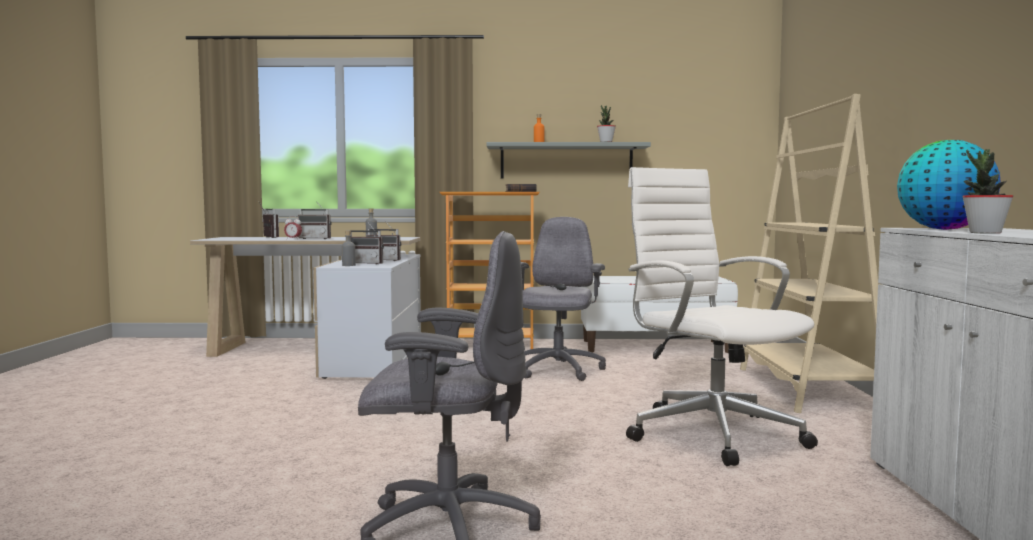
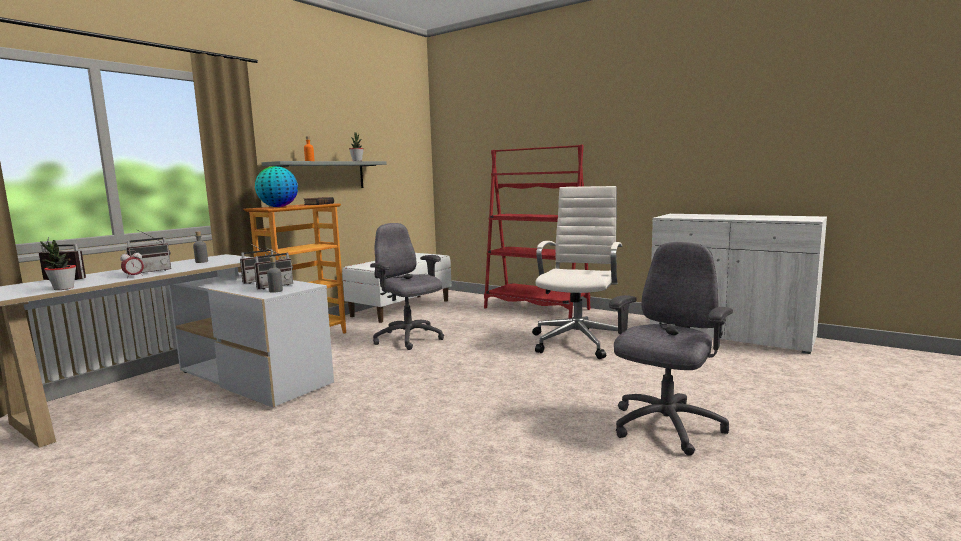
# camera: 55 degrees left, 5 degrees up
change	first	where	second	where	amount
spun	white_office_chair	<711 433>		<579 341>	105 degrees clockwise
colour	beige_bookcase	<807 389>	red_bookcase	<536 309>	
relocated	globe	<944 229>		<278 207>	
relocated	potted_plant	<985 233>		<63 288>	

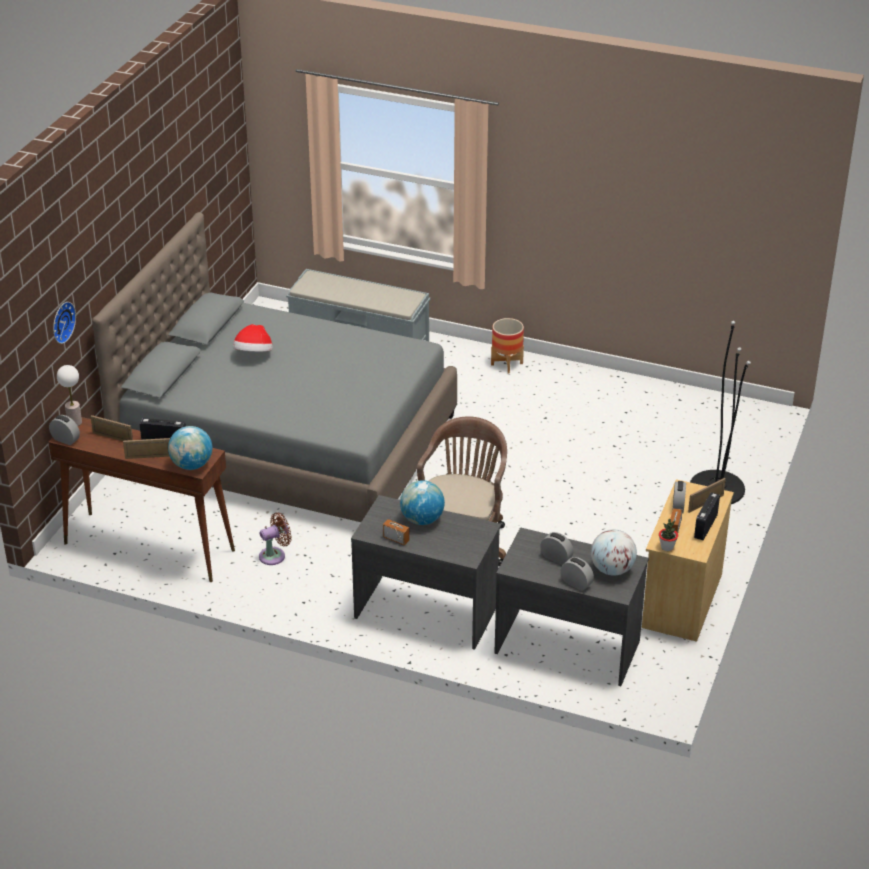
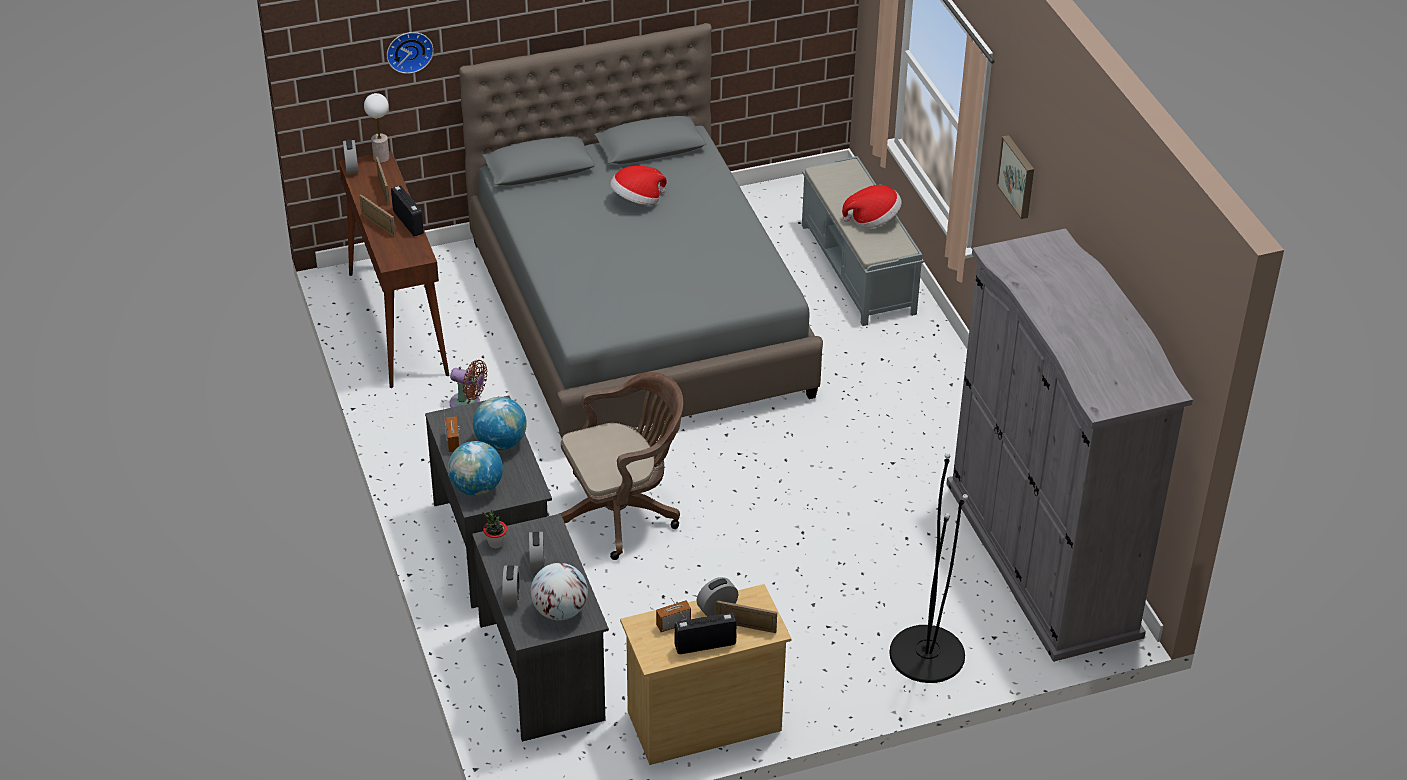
# camera: 50 degrees right, 5 degrees up
change	first	where	second	where	amount
relocated	globe	<192 465>		<476 488>	
missing	planter	<507 364>			
relocated	potted_plant	<667 547>		<496 543>	
appeared			hat	<873 220>	
appeared			grey_wardrobe	<1042 558>	
appeared			picture	<1018 176>	

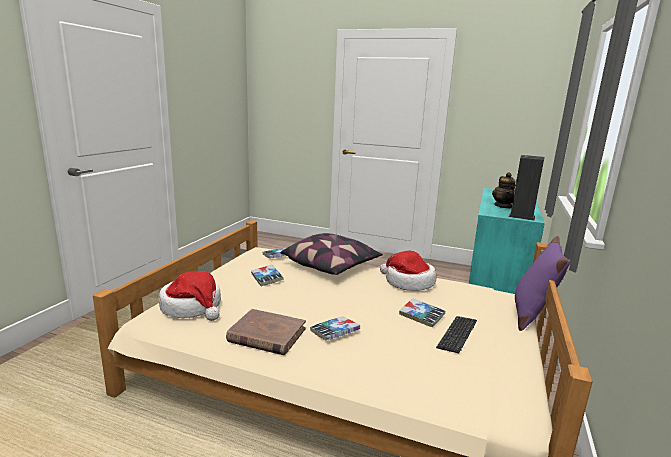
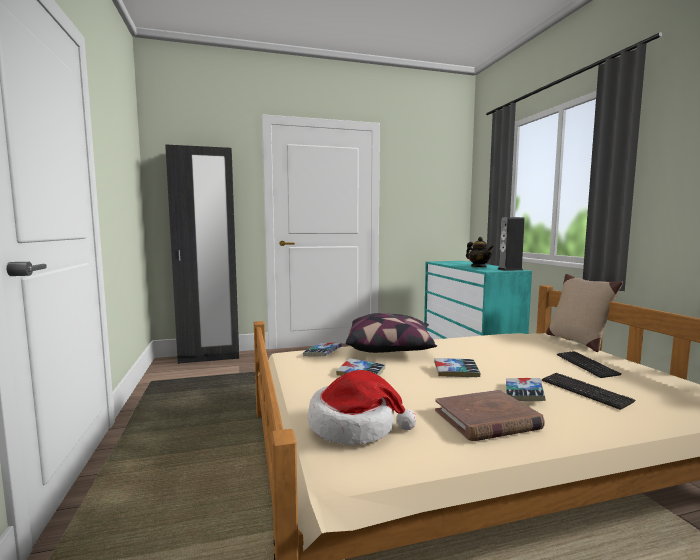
# camera: 35 degrees left, 10 degrees down
change	first	where	second	where	amount
missing	hat	<408 282>			
relocated	book	<421 316>		<456 372>	
colour	purple_pillow	<531 315>	beige_pillow	<577 341>	
appeared			black_wardrobe	<209 357>	
appeared			keyboard	<584 391>	

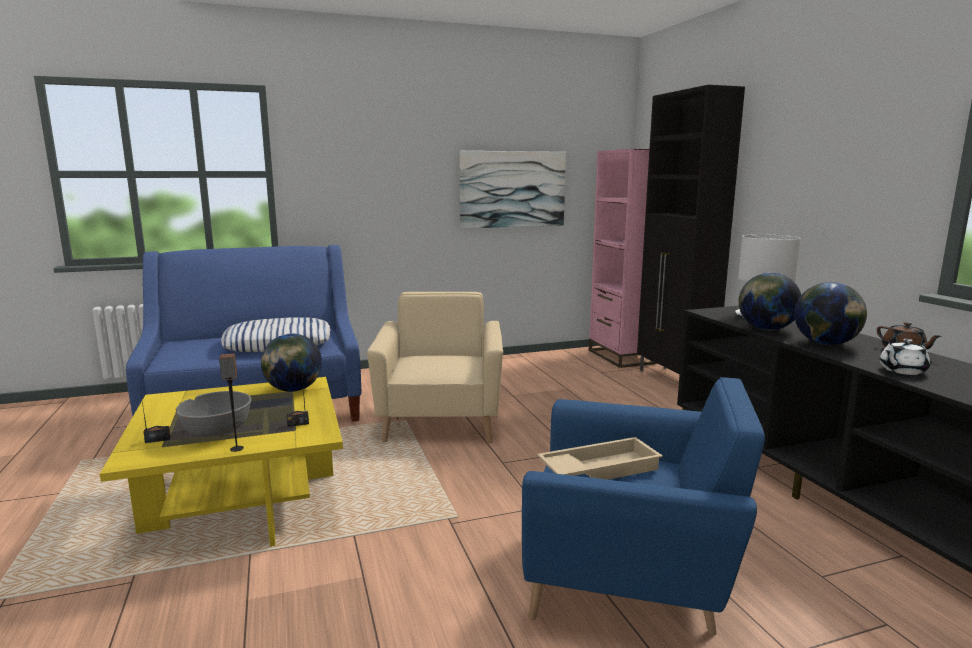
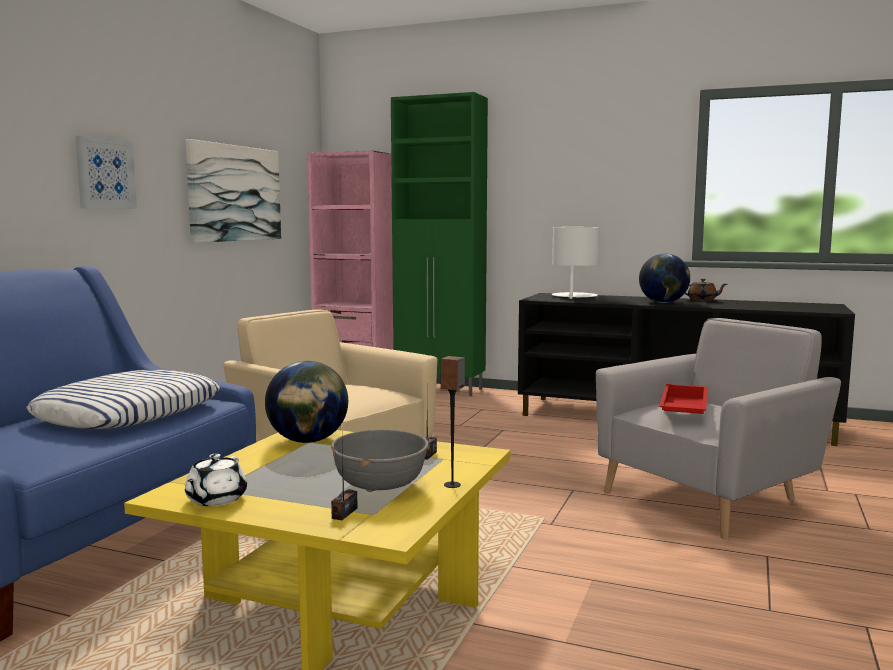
# camera: 50 degrees left, 5 degrees down
change	first	where	second	where	amount
colour	blue_armchair	<630 578>	grey_armchair	<709 497>	
colour	beige_tray	<599 468>	red_tray	<682 409>	
colour	black_cabinet	<674 380>	green_cabinet	<440 389>	
missing	globe	<766 329>			
relocated	white_teapot	<901 371>		<215 500>	
appeared			picture	<105 174>	

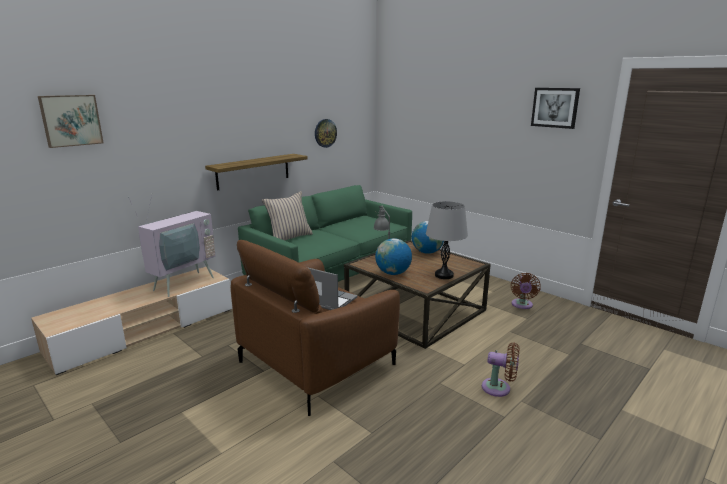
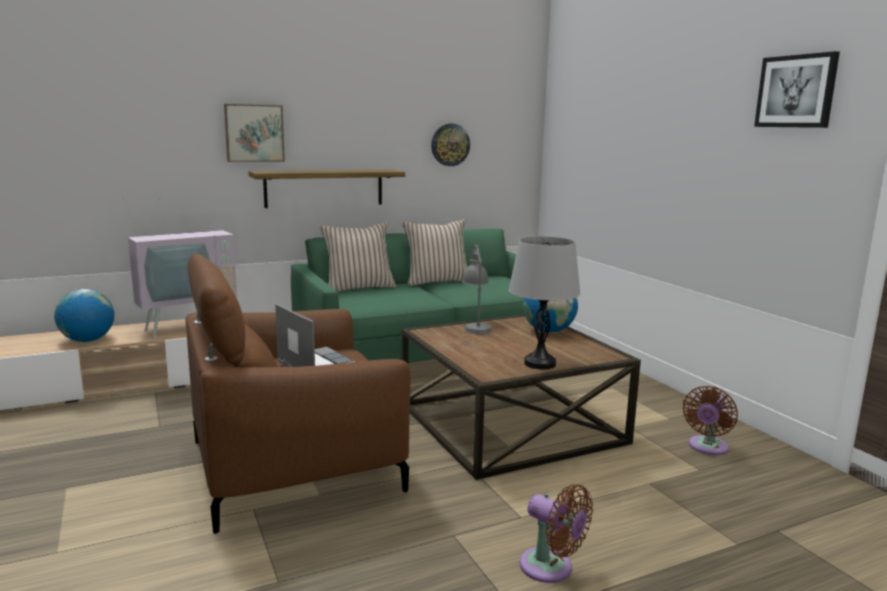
# camera: 20 degrees right, 5 degrees down
change	first	where	second	where	amount
relocated	picture	<71 120>		<254 133>	
relocated	globe	<393 273>		<87 340>	
appeared			beige_pillow	<437 281>	

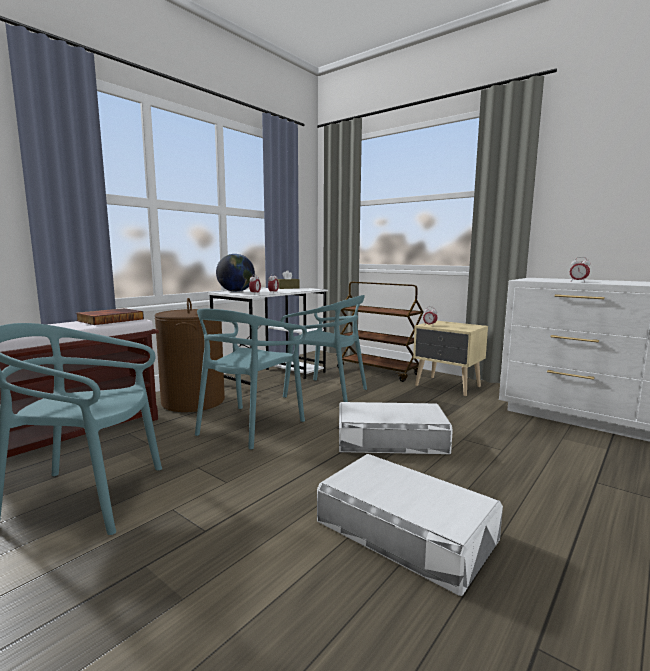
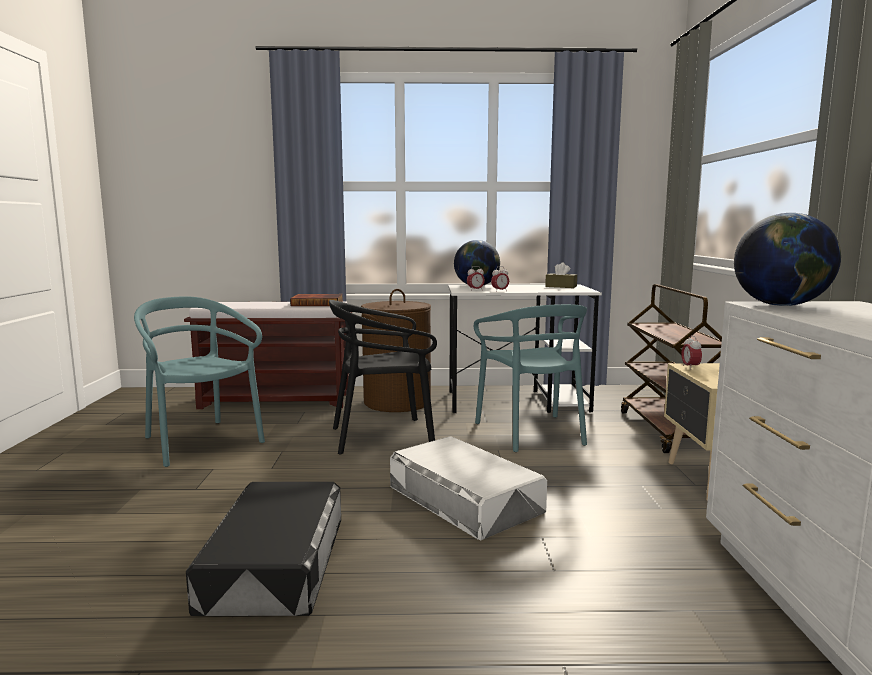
# camera: 50 degrees right, 0 degrees up
change	first	where	second	where	amount
colour	turquoise_chair	<249 426>	black_chair	<383 437>	
colour	white_storage_box	<404 530>	black_storage_box	<274 560>	
missing	alarm_clock	<578 281>			
appeared			globe	<781 305>	

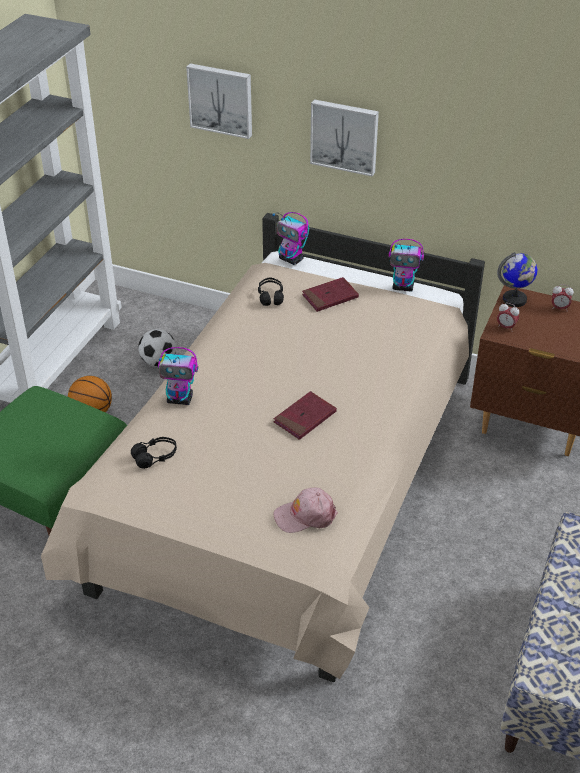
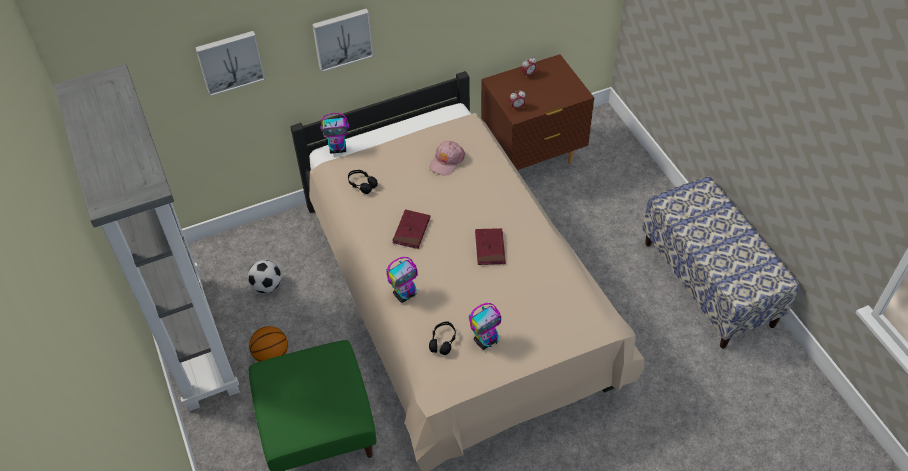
# camera: 45 degrees left, 10 degrees up
change	first	where	second	where	amount
relocated	pink_cap	<305 515>		<446 161>	
relocated	red_book	<330 297>		<411 230>	
relocated	toy_robot	<403 287>		<486 340>	
missing	globe	<514 300>			

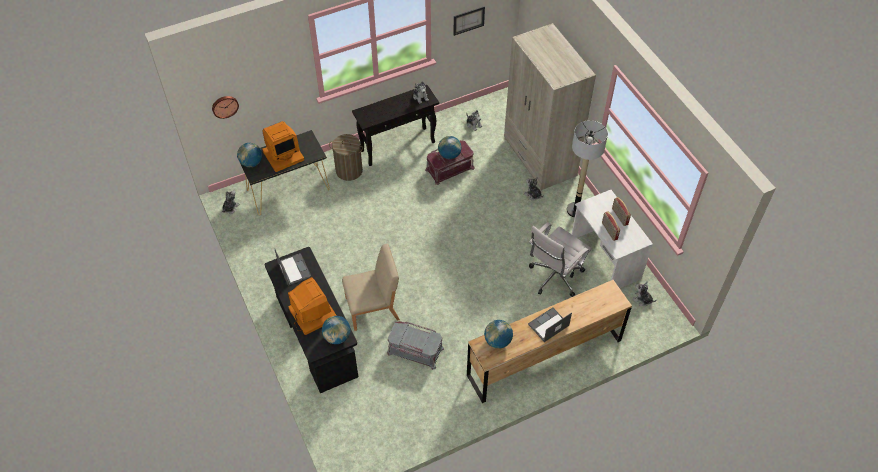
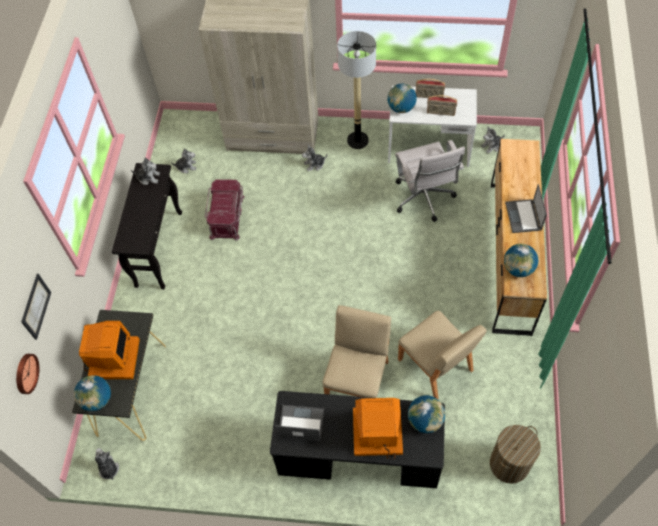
# camera: 55 degrees left, 5 degrees up
change	first	where	second	where	amount
relocated	laundry_basket	<349 170>		<509 464>	
exchanged	grey_storage_box	<415 351>	beige_chair	<435 366>	
relocated	globe	<449 155>		<401 108>	
relocated	picture	<468 20>		<35 306>	

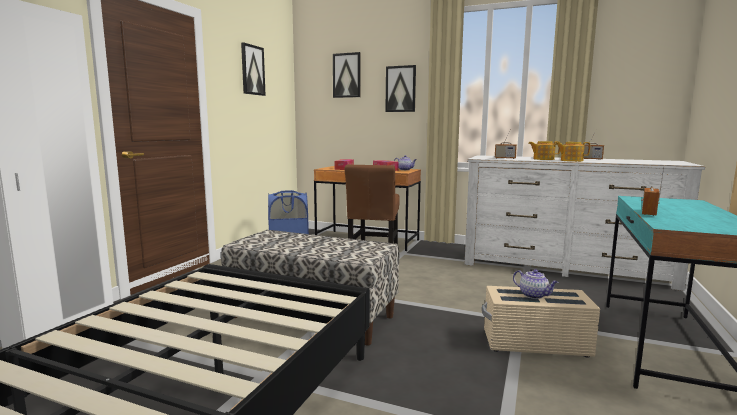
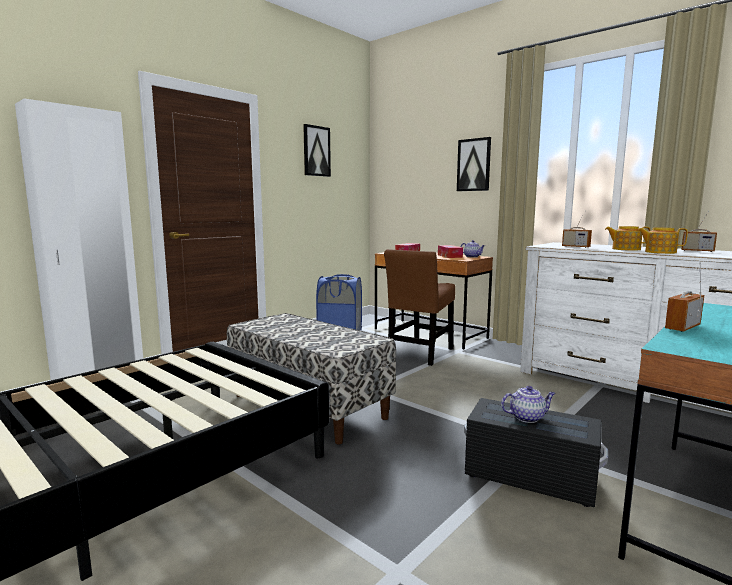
# camera: 20 degrees right, 0 degrees up
change	first	where	second	where	amount
missing	picture	<347 75>			
colour	beige_storage_box	<535 344>	black_storage_box	<529 477>	
spun	teapot	<534 295>		<527 417>	75 degrees counterclockwise

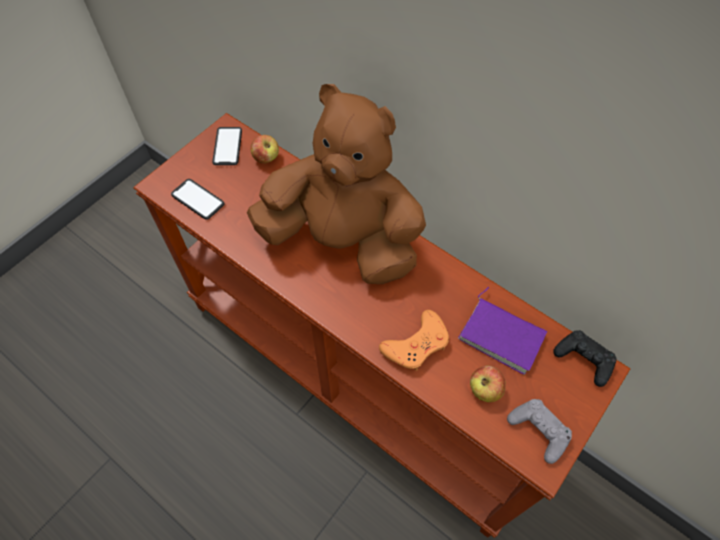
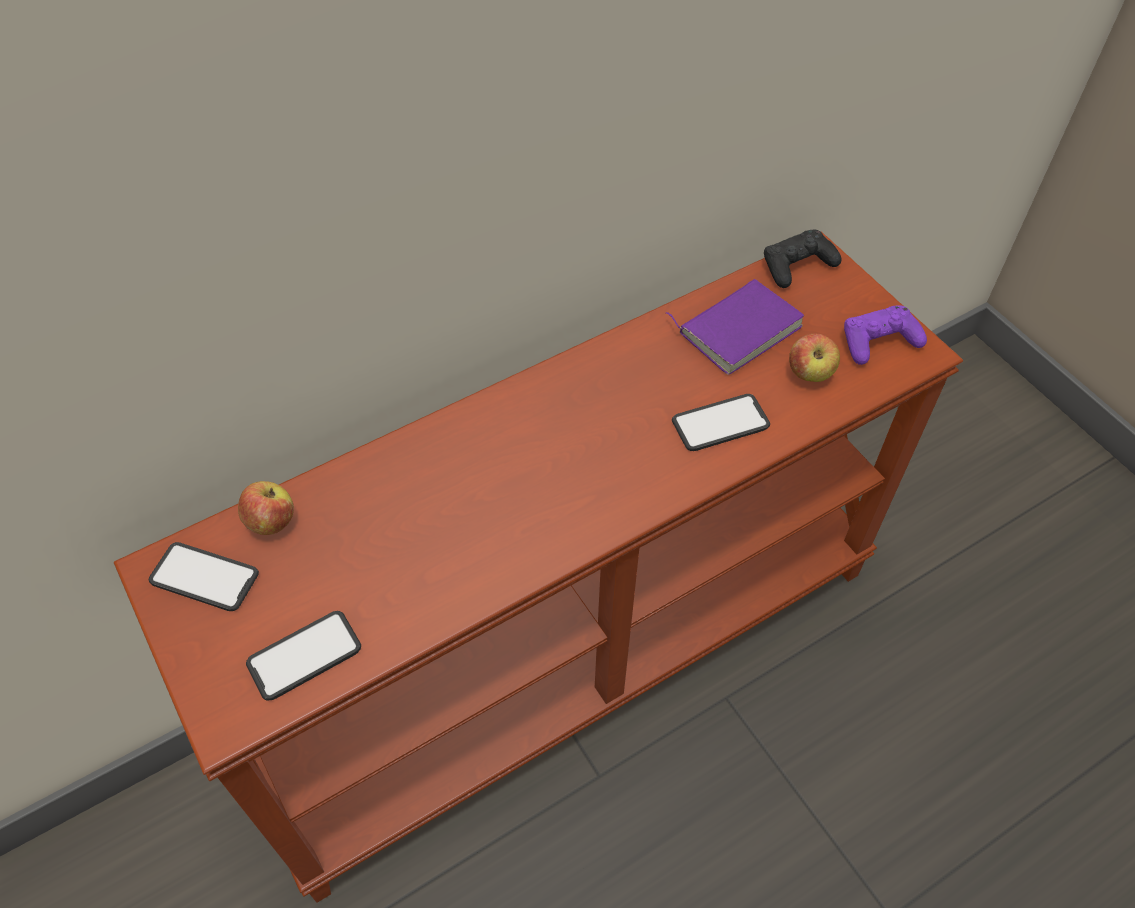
# camera: 70 degrees left, 5 degrees down
change	first	where	second	where	amount
missing	brown_plush_toy	<343 241>			
exchanged	orange_game_controller	<416 344>	phone	<720 423>	
colour	grey_game_controller	<538 430>	purple_game_controller	<879 341>	

